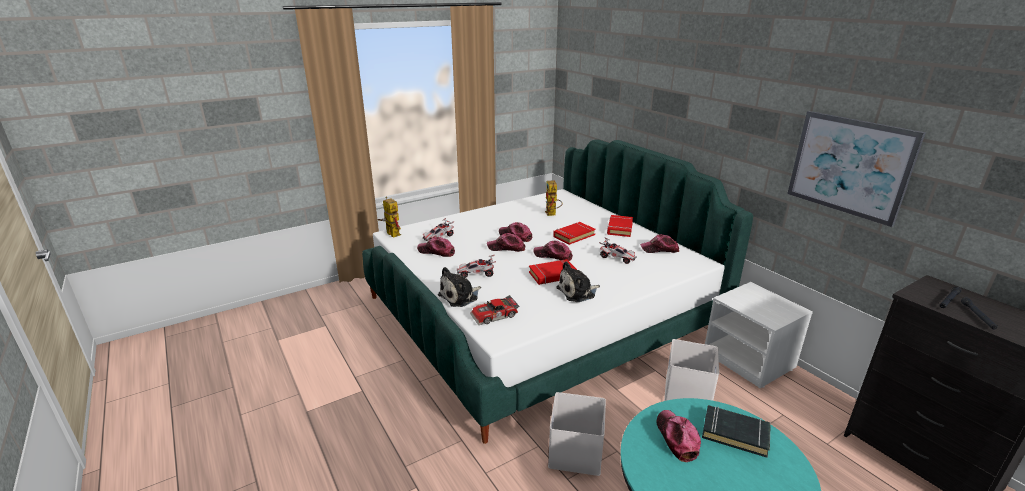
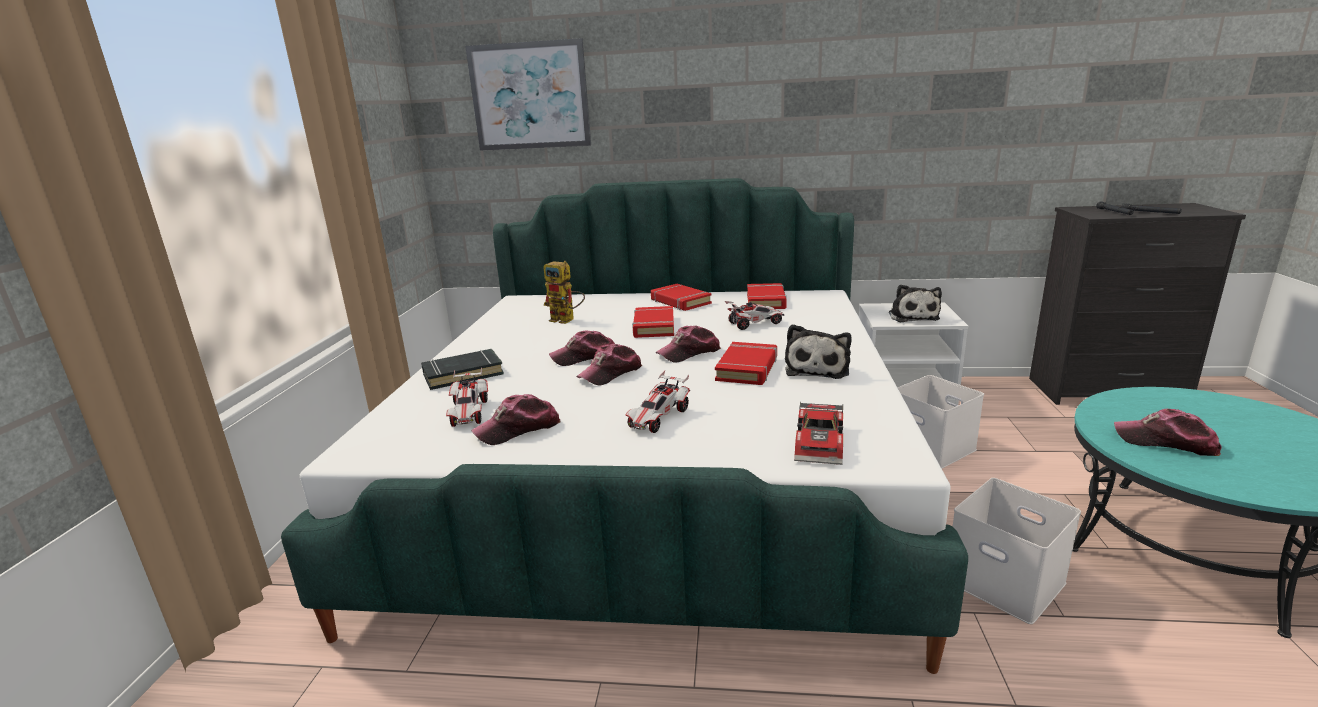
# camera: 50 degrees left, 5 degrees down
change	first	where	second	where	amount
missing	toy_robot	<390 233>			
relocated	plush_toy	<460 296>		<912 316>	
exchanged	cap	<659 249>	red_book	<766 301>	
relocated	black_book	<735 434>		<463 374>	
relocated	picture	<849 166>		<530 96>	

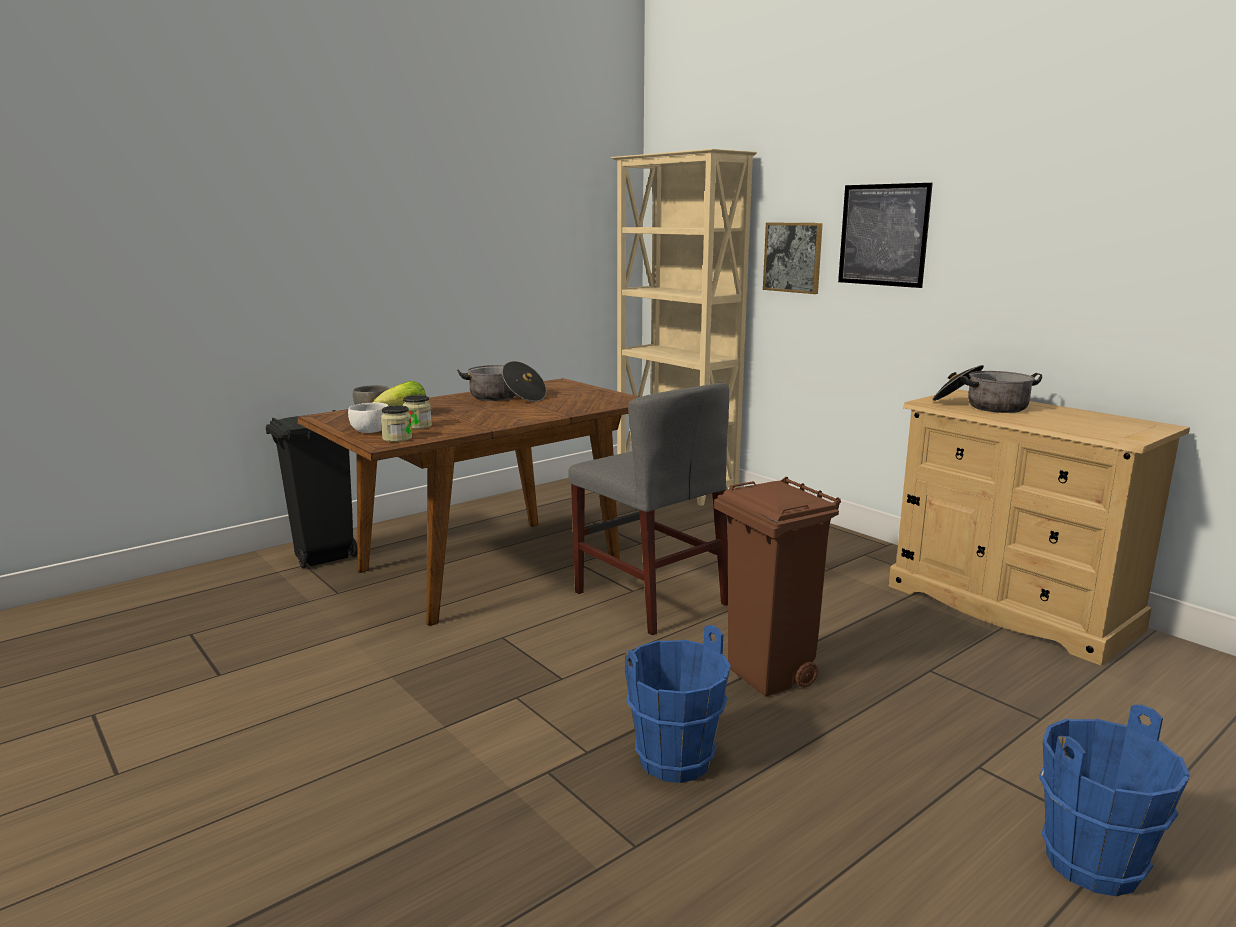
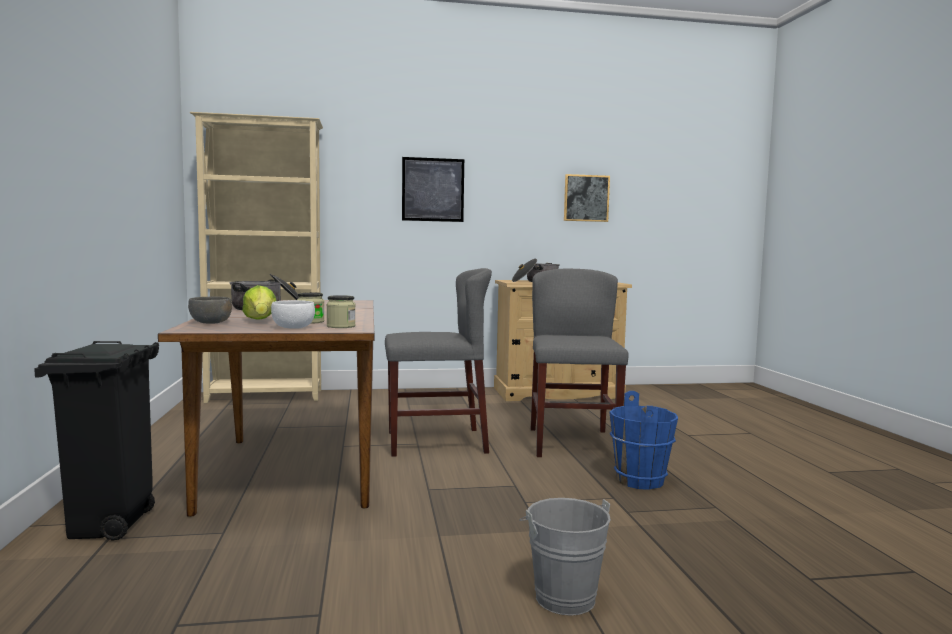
# camera: 60 degrees left, 10 degrees down
change	first	where	second	where	amount
exchanged	brown_trash_can	<769 676>	grey_chair	<572 443>	
relocated	picture	<793 257>		<586 198>	
missing	blue_bucket	<1093 864>			
appeared			grey_bucket	<561 594>	

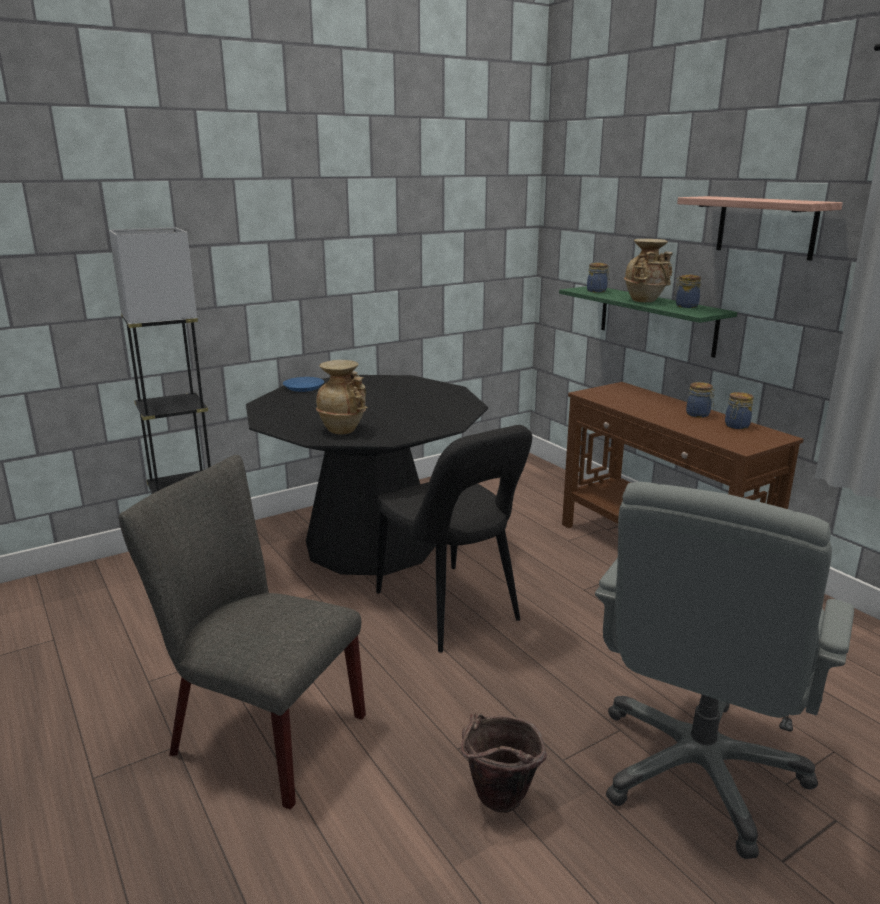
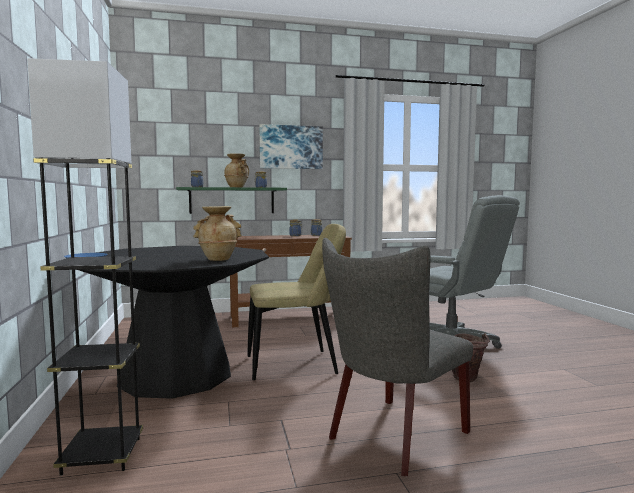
# camera: 70 degrees left, 15 degrees down
change	first	where	second	where	amount
colour	black_chair	<451 610>	beige_chair	<296 365>	
exchanged	shelf	<766 227>	picture	<291 147>	

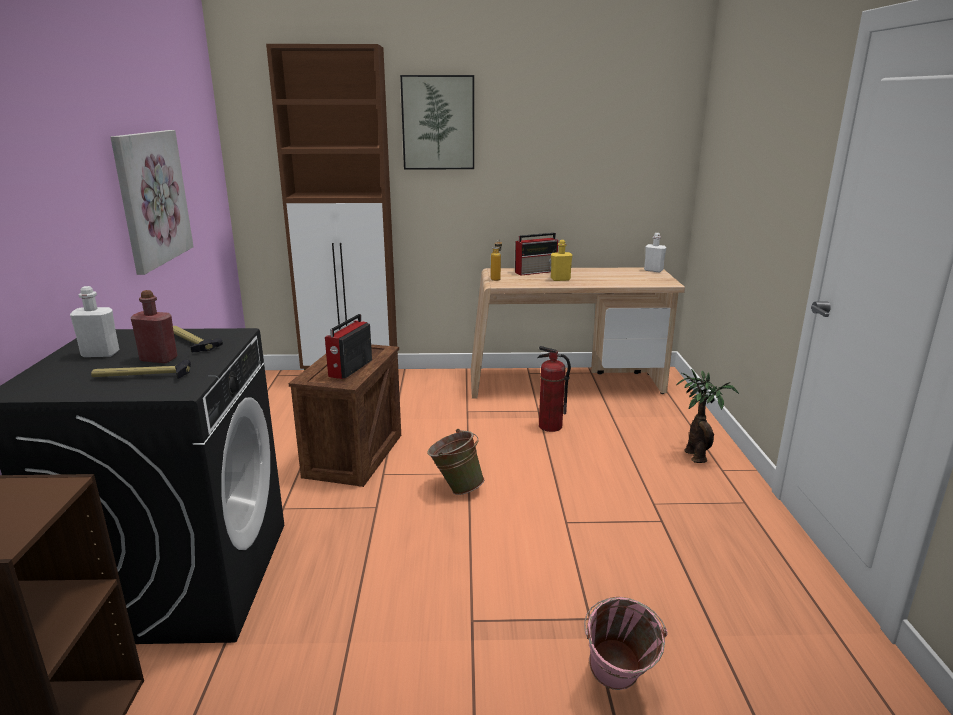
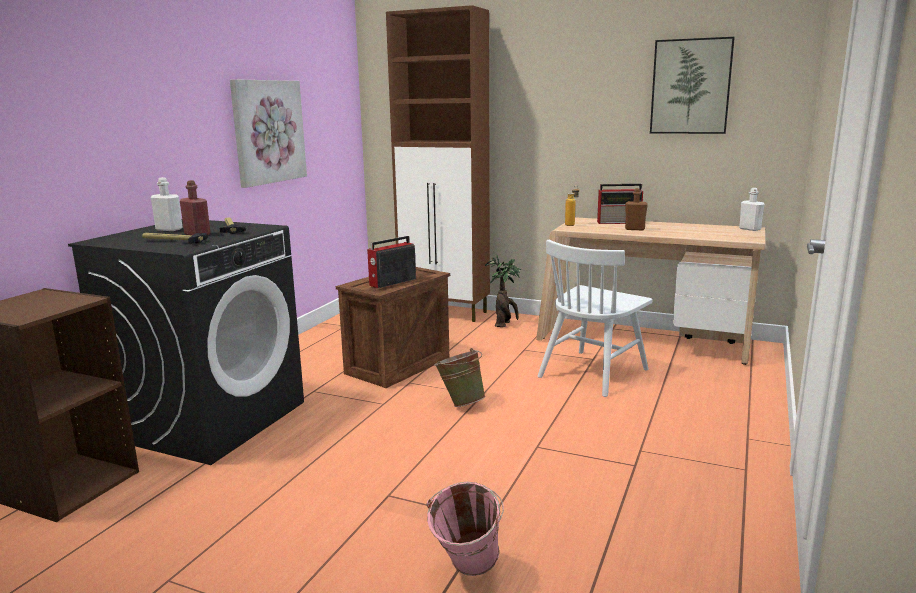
# camera: 25 degrees right, 5 degrees down
change	first	where	second	where	amount
relocated	picture	<438 123>		<690 86>	
exchanged	fire_extinguisher	<550 426>	white_chair	<593 373>	
colour	yellow_bottle	<560 279>	brown_bottle	<634 229>	
relocated	potted_plant	<696 455>		<505 324>	

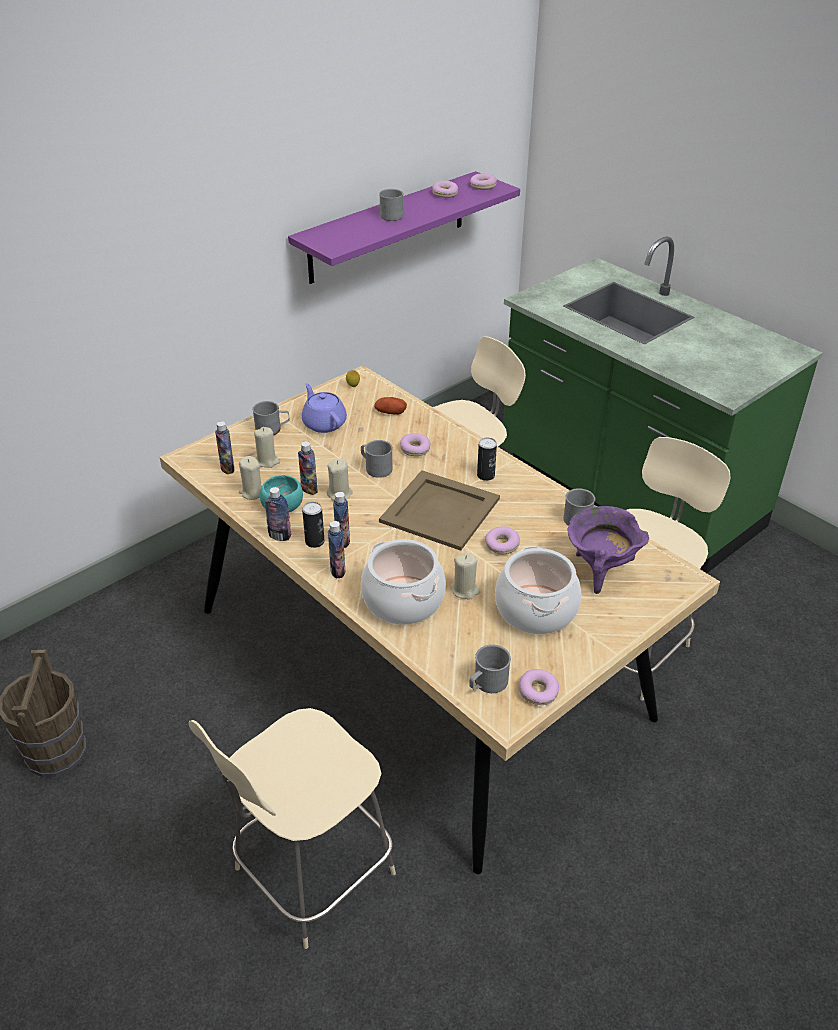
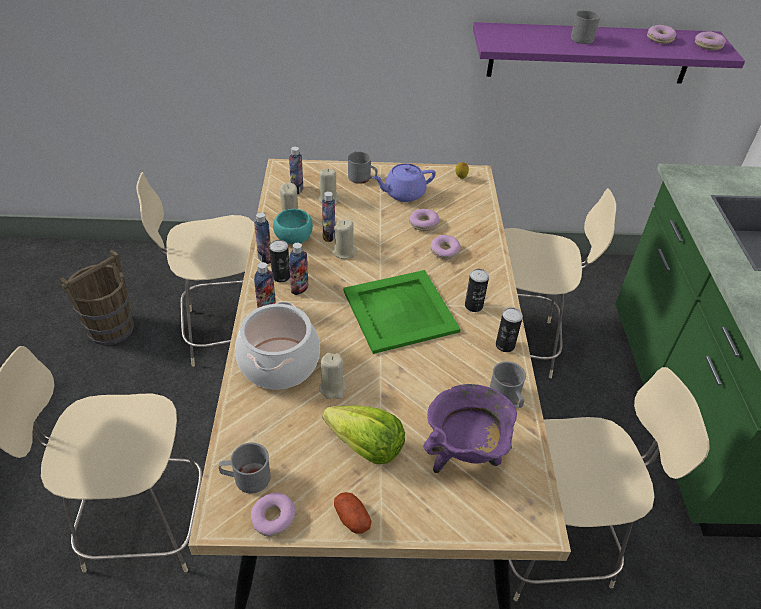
# camera: 40 degrees right, 5 degrees up
change	first	where	second	where	amount
spun	purple_teapot	<324 423>		<403 193>	120 degrees counterclockwise
missing	grey_mug	<375 468>			
relocated	potato	<390 412>		<352 518>	
colour	beige_tray	<441 510>	green_tray	<401 311>	
relocated	donut	<502 545>		<423 224>	
exchanged	cooking_pot	<536 610>	lettuce	<365 447>	
appeared			beige_chair	<225 332>	
appeared			can	<505 345>	

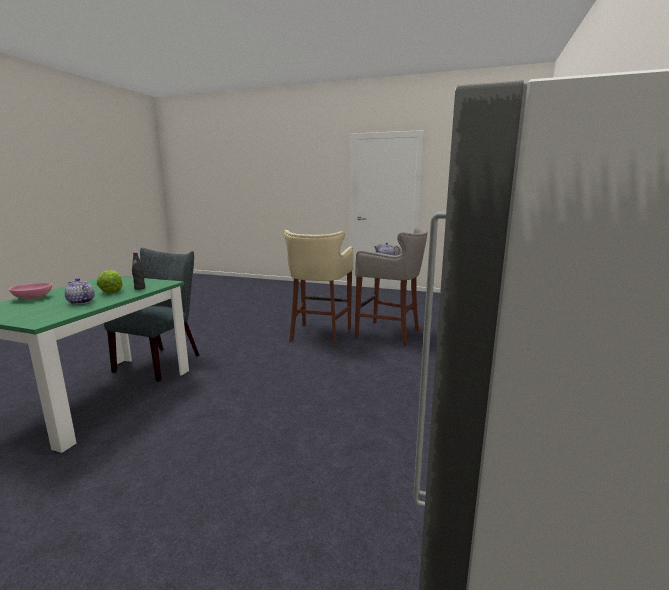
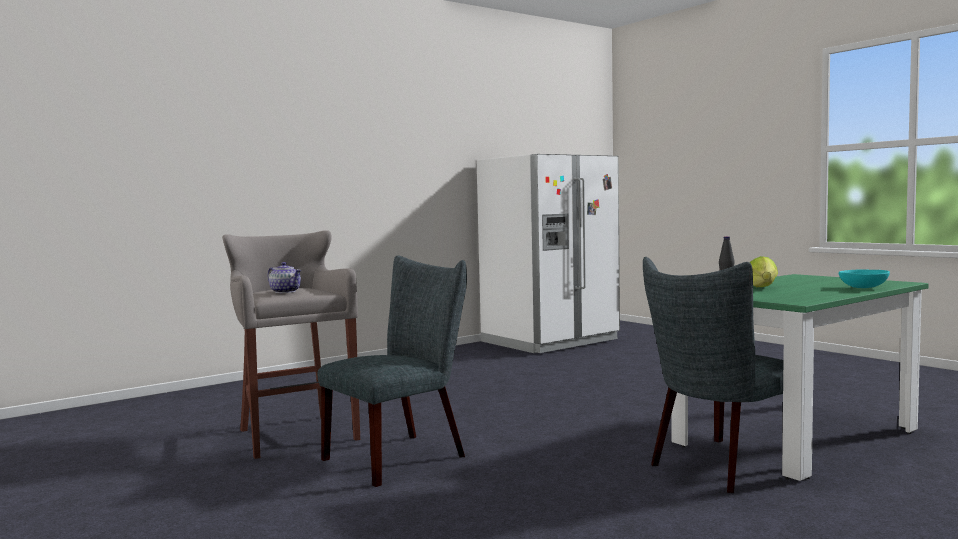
# camera: 145 degrees left, 10 degrees down
change	first	where	second	where	amount
colour	pink_bowl	<33 298>	turquoise_bowl	<864 288>	
missing	teapot	<80 302>			
exchanged	beige_stool	<319 335>	grey_chair	<402 456>	

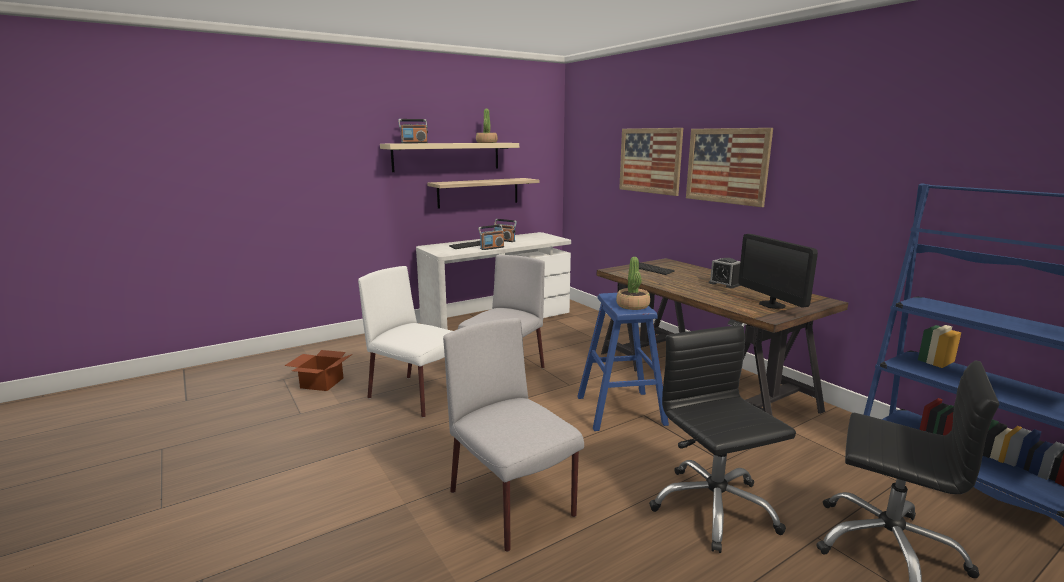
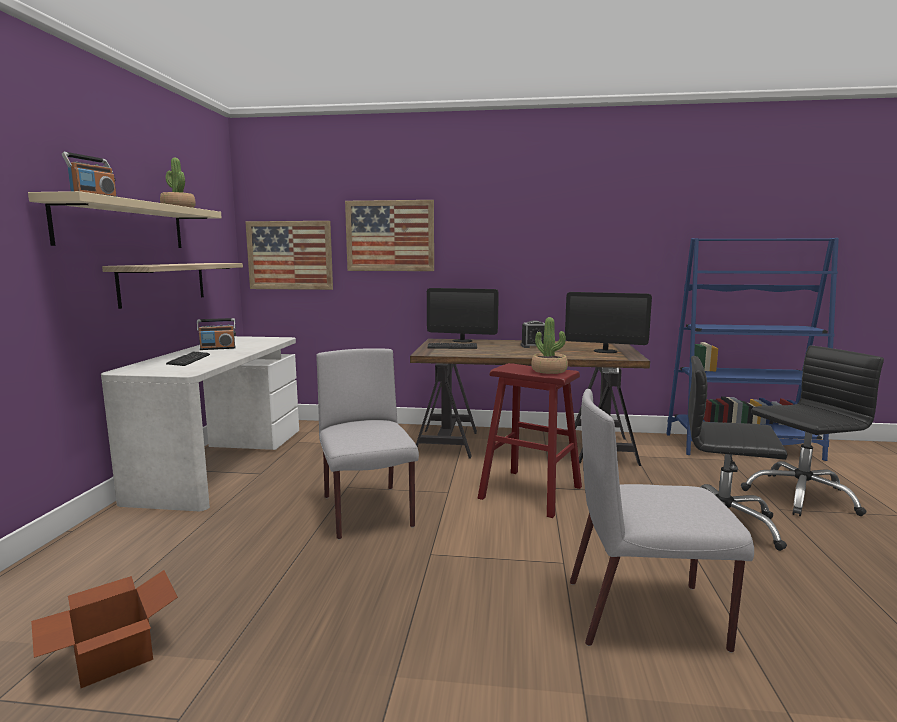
# camera: 50 degrees left, 5 degrees down
change	first	where	second	where	amount
missing	white_chair	<417 396>			
missing	radio	<492 248>			
colour	blue_stool	<620 410>	red_stool	<530 492>	
relocated	picture	<726 165>		<290 255>	
appeared			monitor	<462 341>	

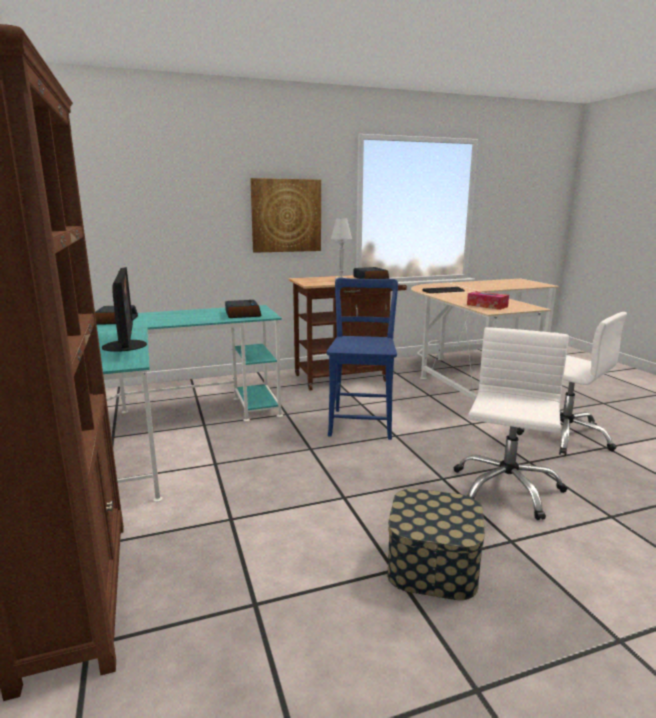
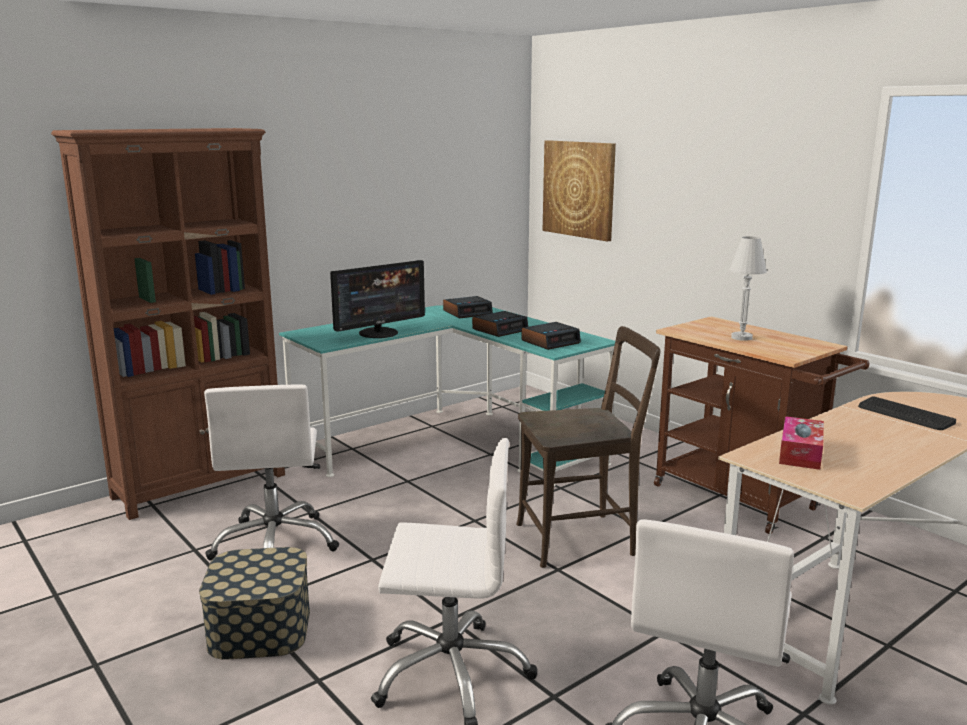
# camera: 70 degrees right, 0 degrees up
change	first	where	second	where	amount
relocated	picture	<286 215>		<579 189>	
colour	blue_chair	<362 422>	brown_chair	<581 539>	
relocated	alarm_clock	<370 278>		<500 329>	
appeared			white_office_chair	<275 544>	

